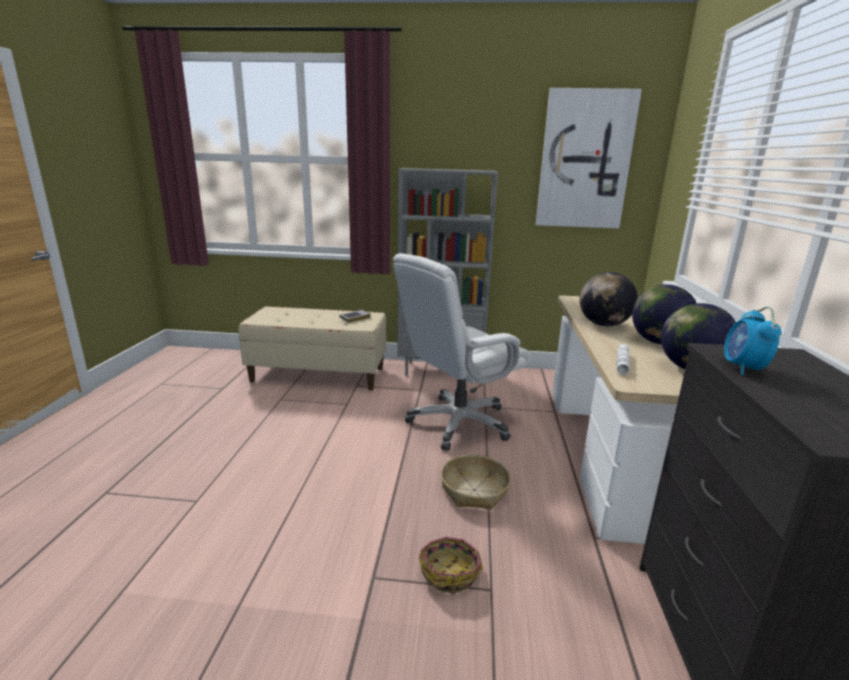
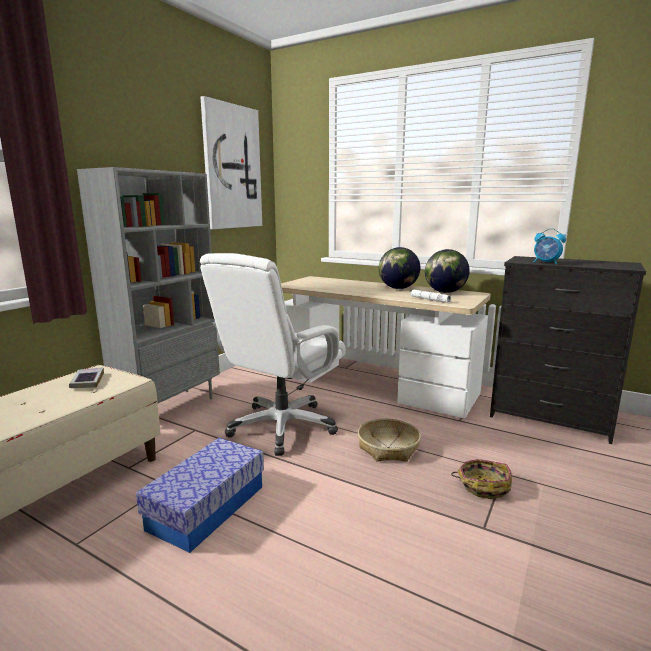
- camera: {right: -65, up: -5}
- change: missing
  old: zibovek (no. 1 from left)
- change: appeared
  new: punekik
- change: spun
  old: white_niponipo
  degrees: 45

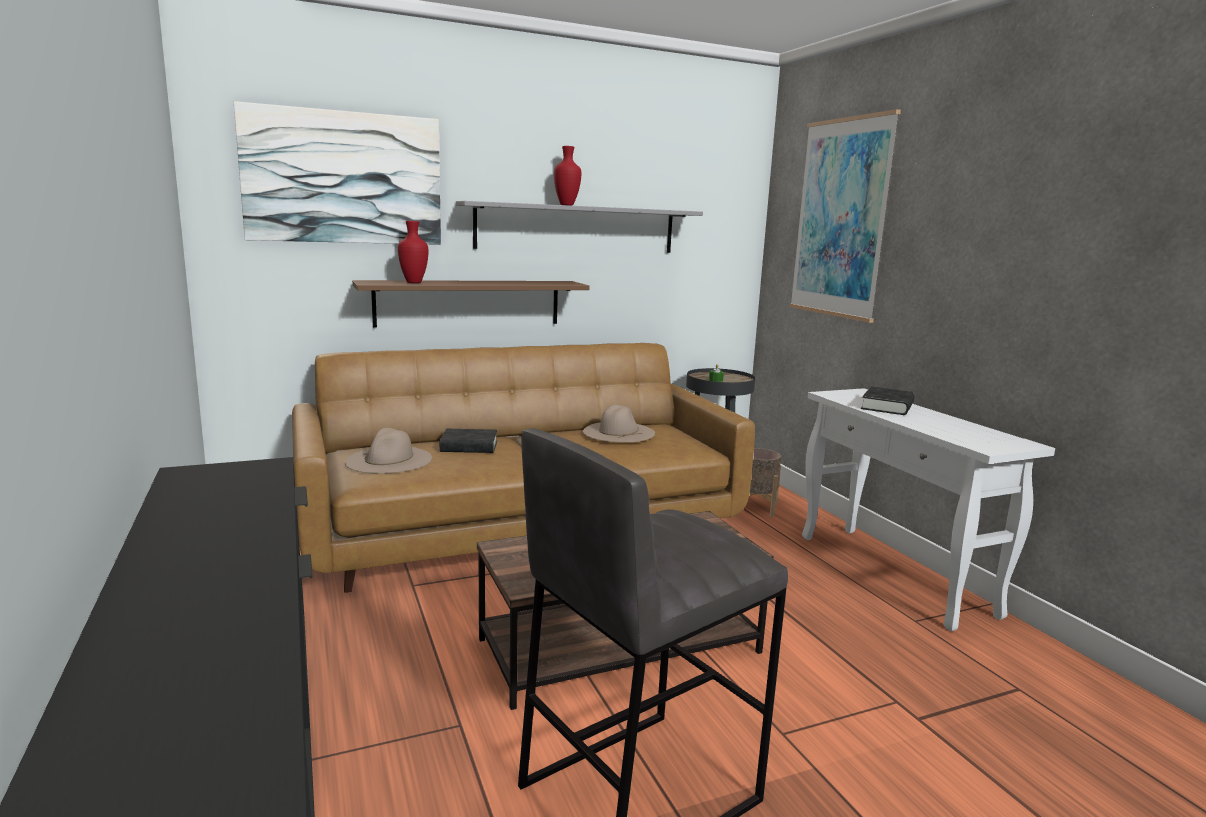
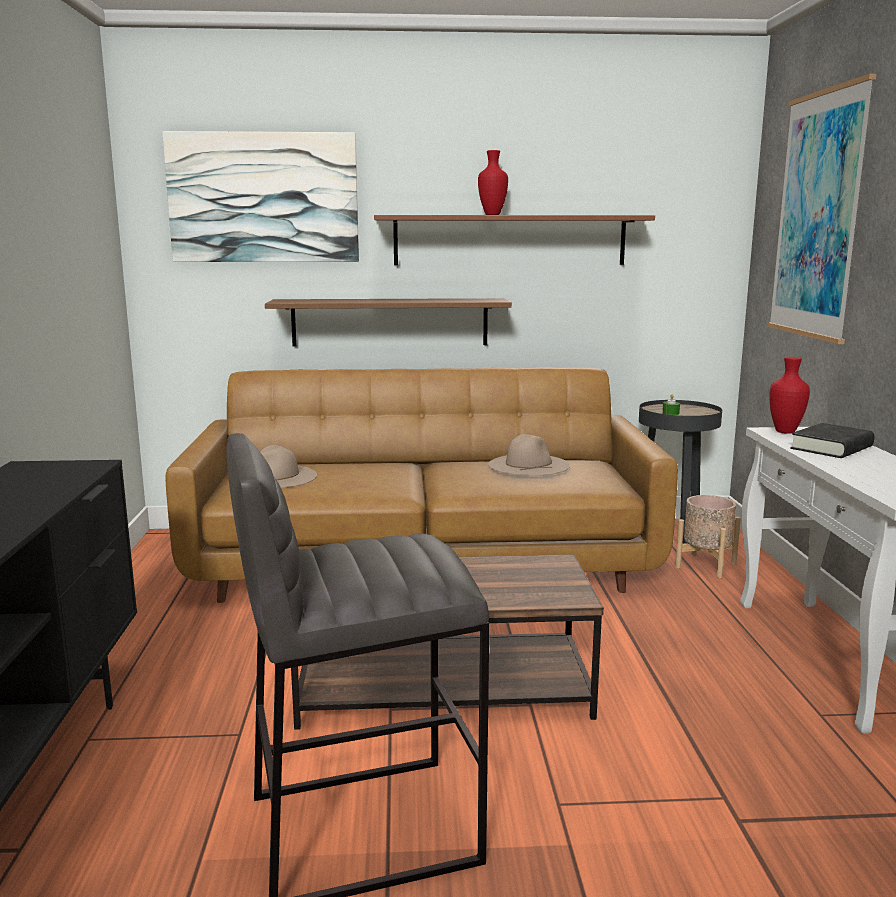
- camera: {right: 20, up: 0}
- change: missing
  old: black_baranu (no. 1 from left)
- change: relocated
  old: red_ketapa (no. 1 from left in the first image)
  new: red_ketapa (no. 2 from left)
- change: colour
  old: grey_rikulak
  new: brown_rikulak (no. 2 from left)

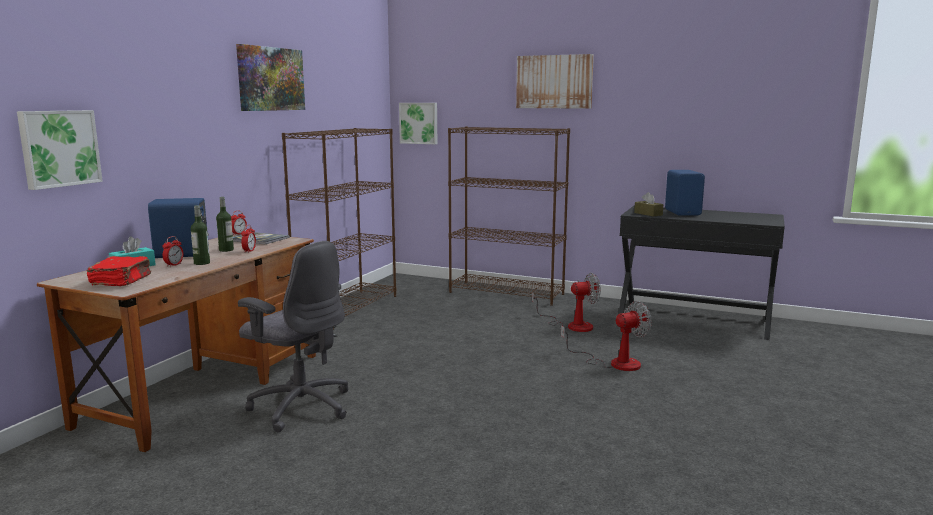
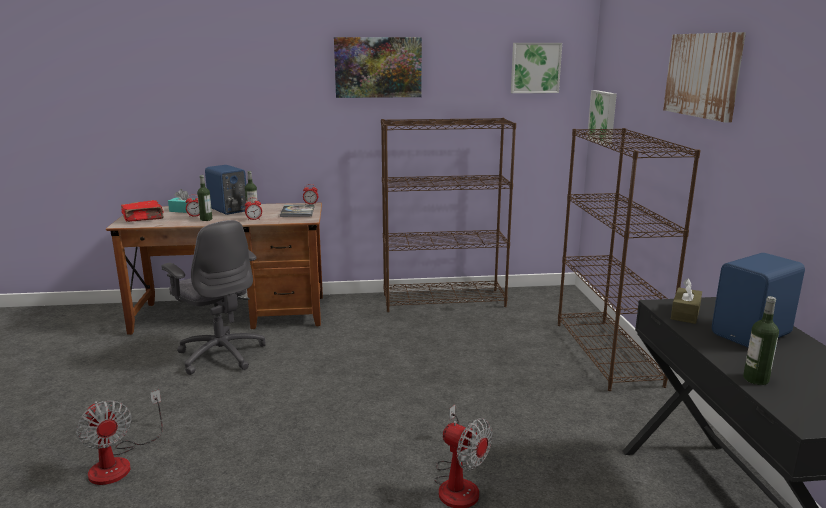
- camera: {right: 60, up: 5}
- change: appeared
  new: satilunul (no. 3 from left)
- change: relocated
  old: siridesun (no. 1 from left in the first image)
  new: siridesun (no. 2 from left)
- change: relocated
  old: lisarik (no. 1 from left)
- change: spun
  old: grey_niponipo
  degrees: -45

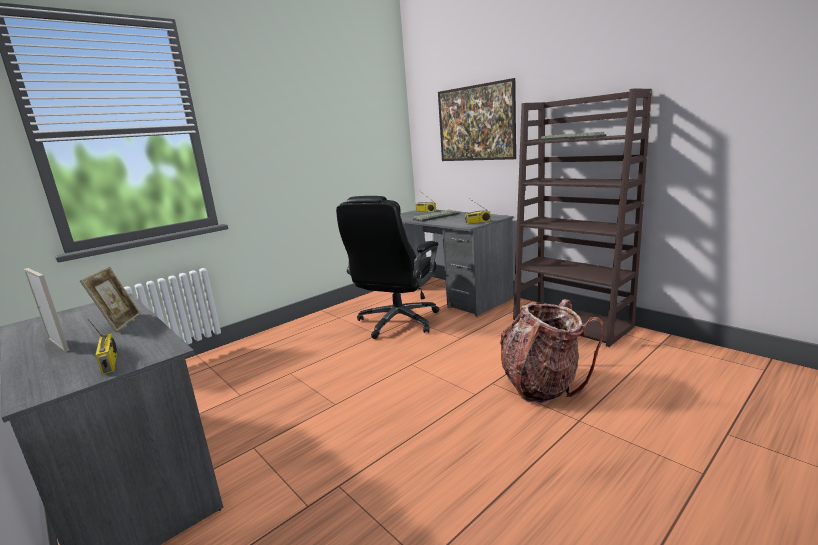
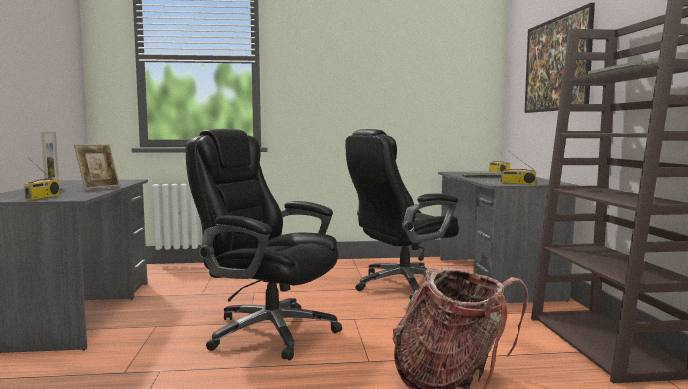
- camera: {right: 35, up: -10}
- change: appeared
  new: black_niponipo (no. 1 from left)

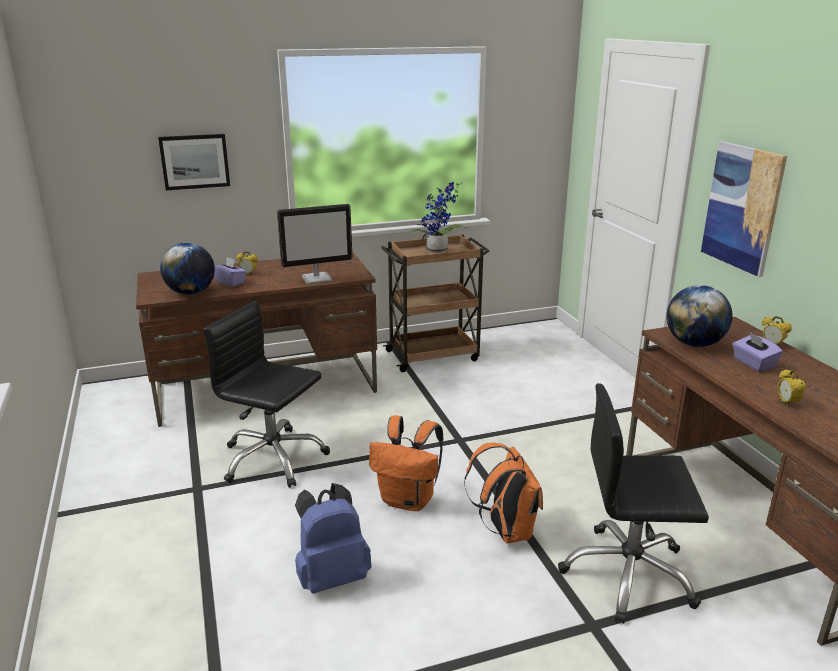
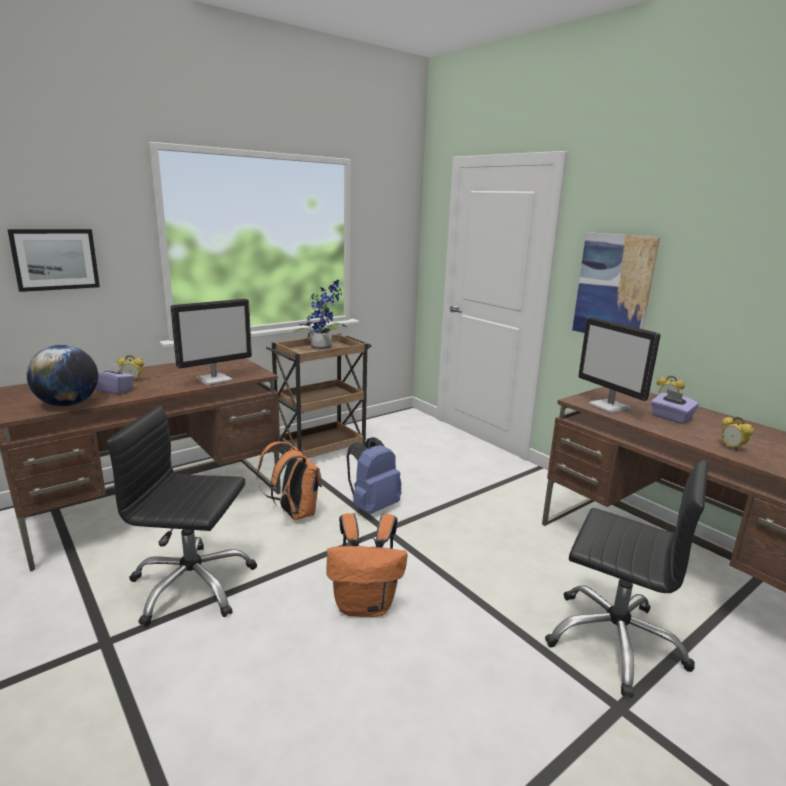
- camera: {right: -20, up: -5}
- change: relocated
  old: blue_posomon
- change: relocated
  old: orange_posomon (no. 2 from left in the first image)
  new: orange_posomon (no. 1 from left)
- change: exchanged
  old: zibovek (no. 2 from left)
  new: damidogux (no. 2 from left)
- change: spun
  old: black_niponipo (no. 2 from left)
  degrees: -135

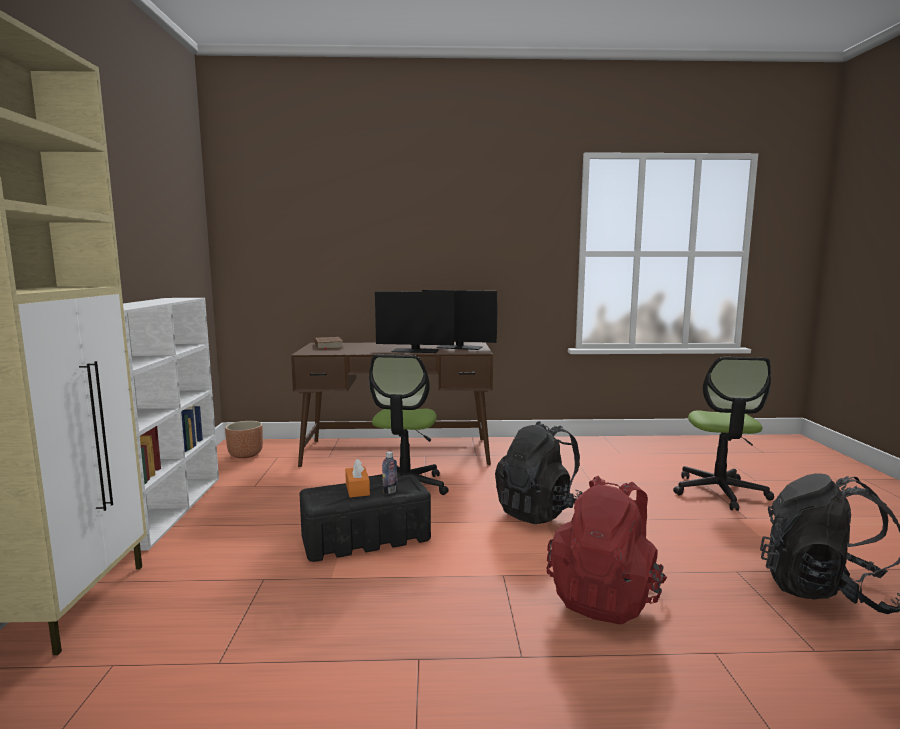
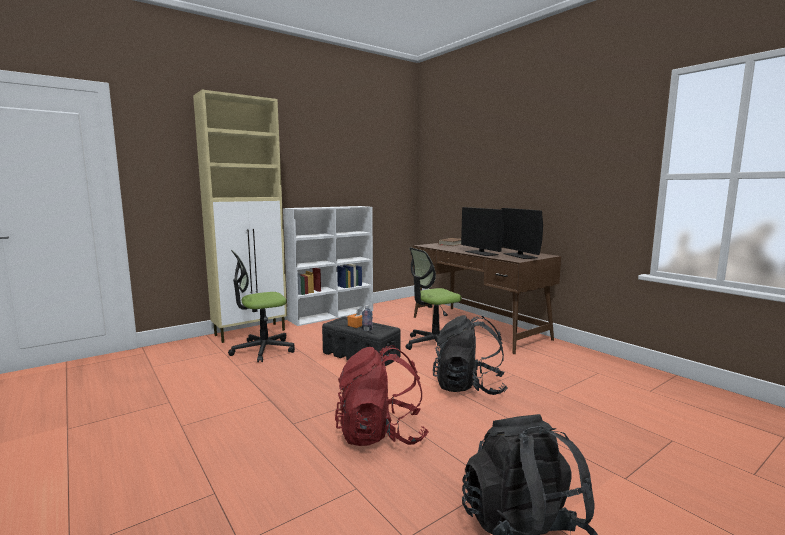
- camera: {right: 55, up: 0}
- change: missing
  old: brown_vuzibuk
- change: relocated
  old: niponipo (no. 2 from left in the first image)
  new: niponipo (no. 1 from left)

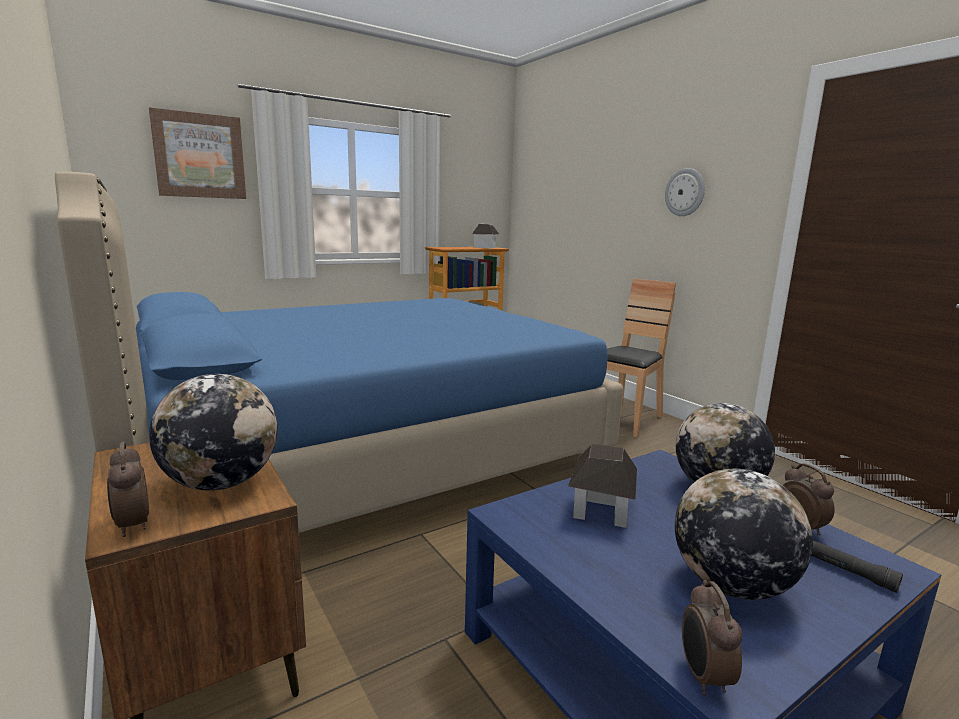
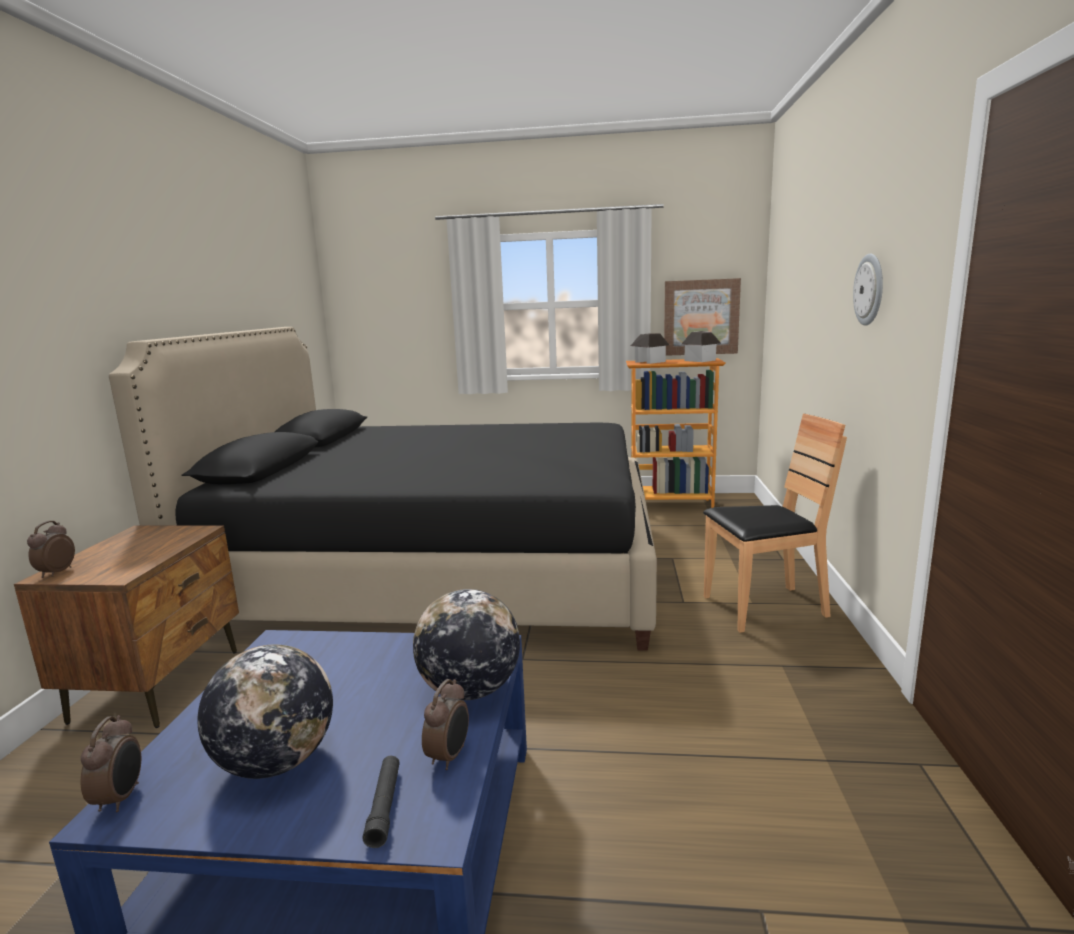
- camera: {right: 40, up: 0}
- change: missing
  old: zibovek (no. 1 from left)
- change: relocated
  old: siridesun
- change: relocated
  old: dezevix (no. 2 from left in the first image)
  new: dezevix (no. 1 from left)
- change: colour
  old: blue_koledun
  new: black_koledun
- change: spun
  old: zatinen (no. 2 from left)
  degrees: 135

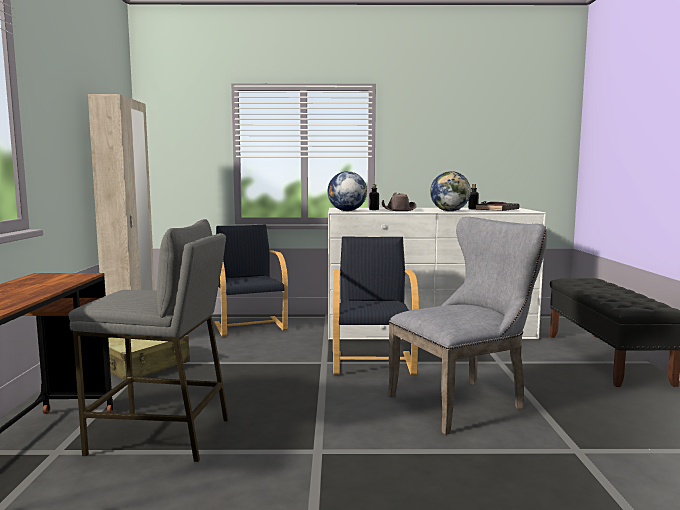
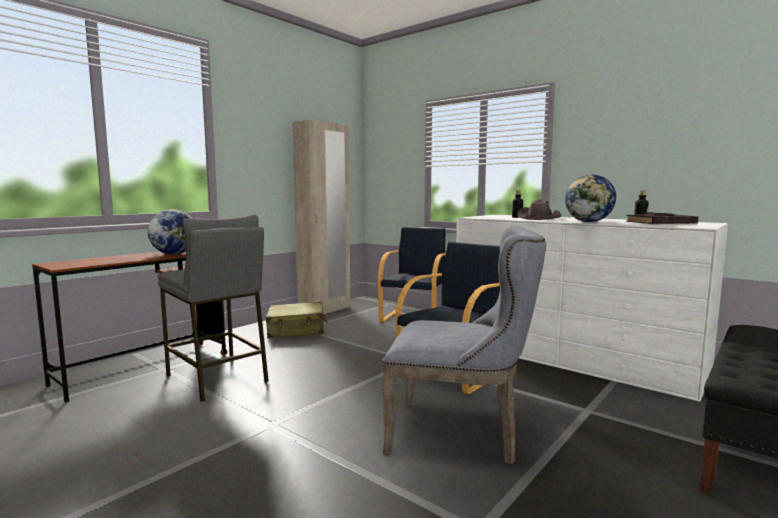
- camera: {right: 40, up: 0}
- change: relocated
  old: zibovek (no. 1 from left)

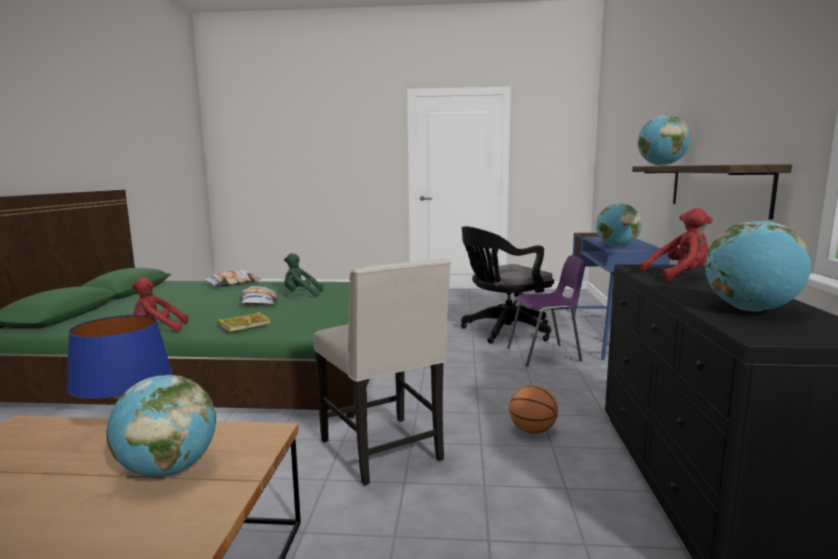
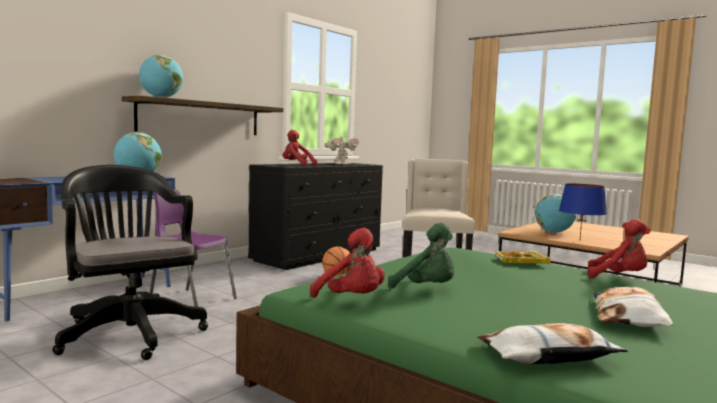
- camera: {right: -145, up: -5}
- change: appeared
  new: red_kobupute (no. 2 from left)
- change: relocated
  old: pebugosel (no. 2 from left)
- change: exchanged
  old: zibovek (no. 4 from left)
  new: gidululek
- change: spun
  old: black_niponipo
  degrees: -135

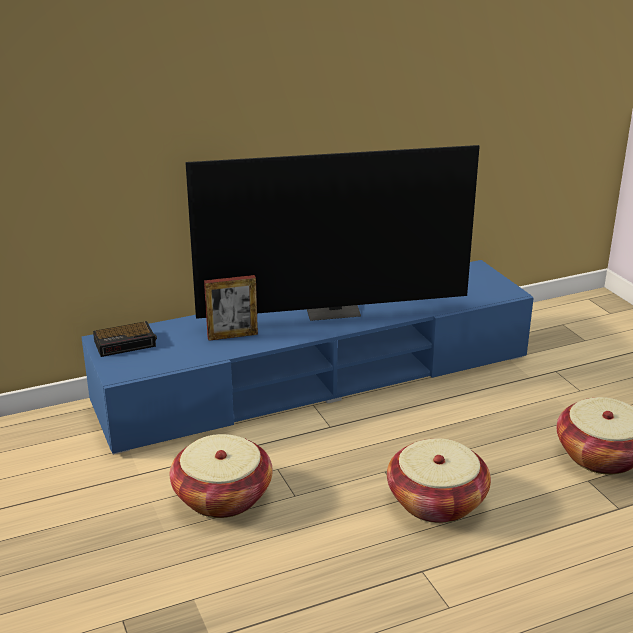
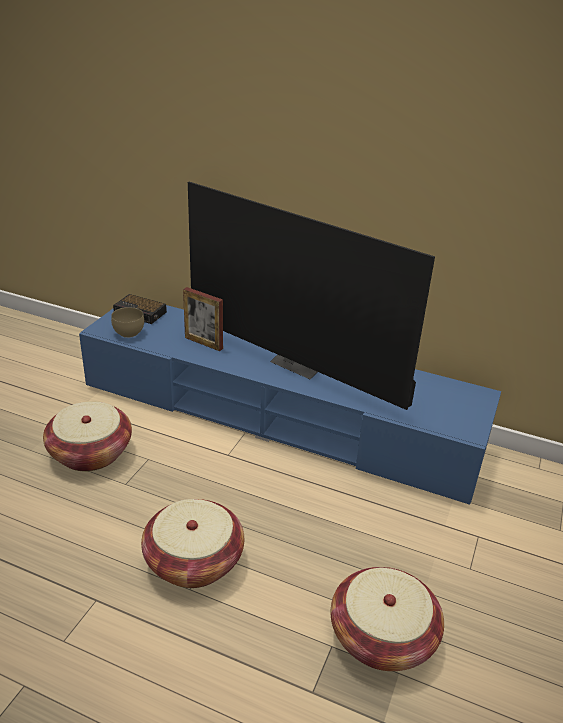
- camera: {right: 45, up: 5}
- change: appeared
  new: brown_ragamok

